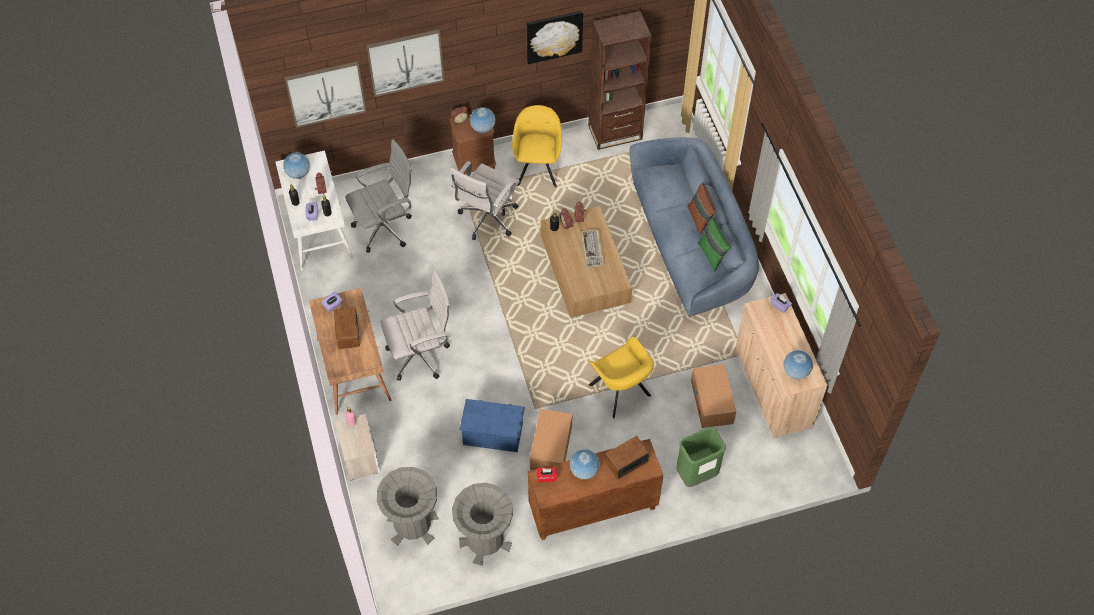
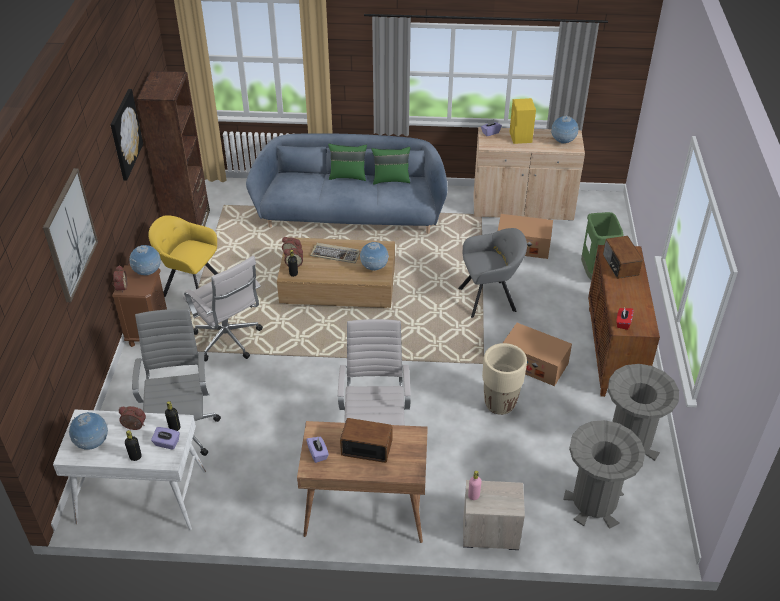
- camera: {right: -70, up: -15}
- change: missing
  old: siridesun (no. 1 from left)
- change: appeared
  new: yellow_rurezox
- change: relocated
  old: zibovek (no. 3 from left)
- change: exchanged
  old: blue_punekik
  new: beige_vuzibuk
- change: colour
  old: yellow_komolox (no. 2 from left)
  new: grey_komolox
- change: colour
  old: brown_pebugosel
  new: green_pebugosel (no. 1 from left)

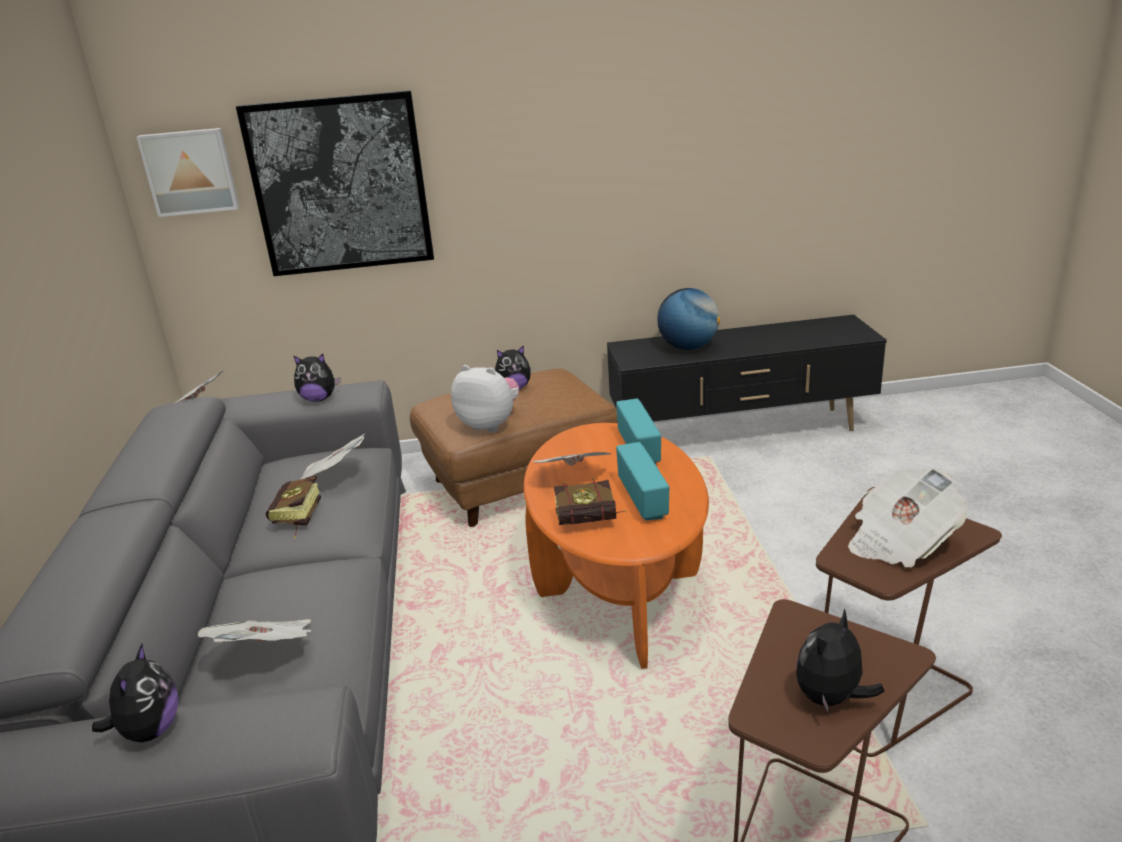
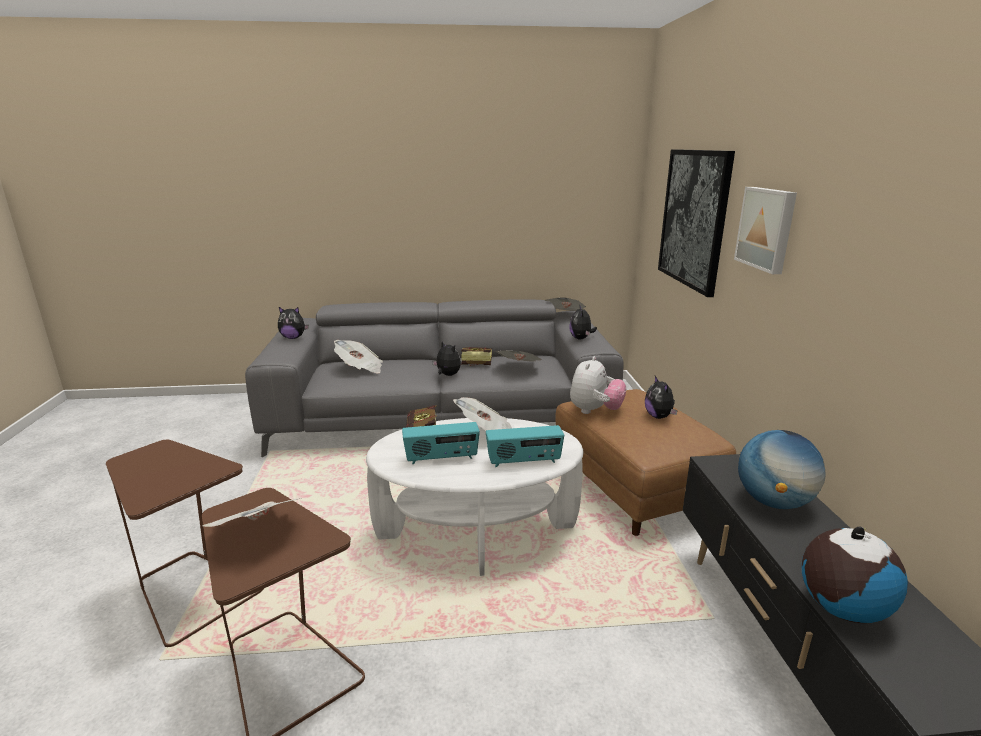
- camera: {right: 90, up: -5}
- change: appeared
  new: zibovek (no. 2 from left)
- change: relocated
  old: siridesun (no. 1 from left in the first image)
  new: siridesun (no. 2 from left)
- change: relocated
  old: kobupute (no. 5 from left in the first image)
  new: kobupute (no. 2 from left)
- change: colour
  old: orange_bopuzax
  new: white_bopuzax

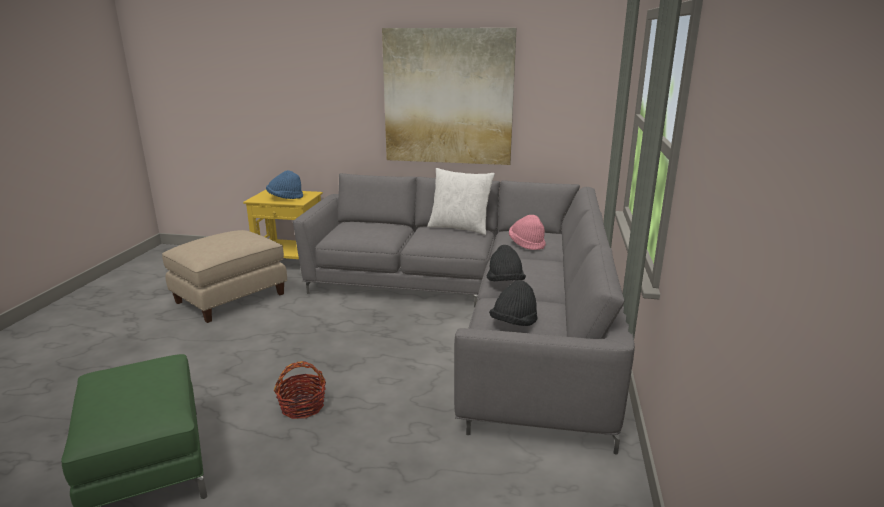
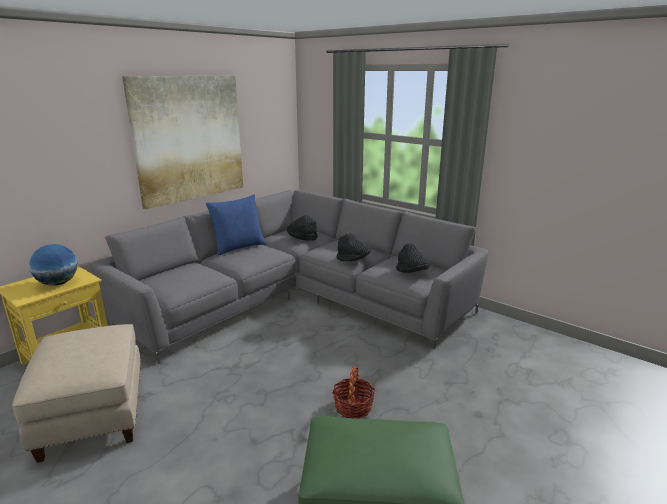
- camera: {right: -60, up: 0}
- change: exchanged
  old: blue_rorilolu
  new: zibovek
- change: colour
  old: white_pebugosel
  new: blue_pebugosel
- change: colour
  old: pink_rorilolu
  new: black_rorilolu (no. 1 from left)

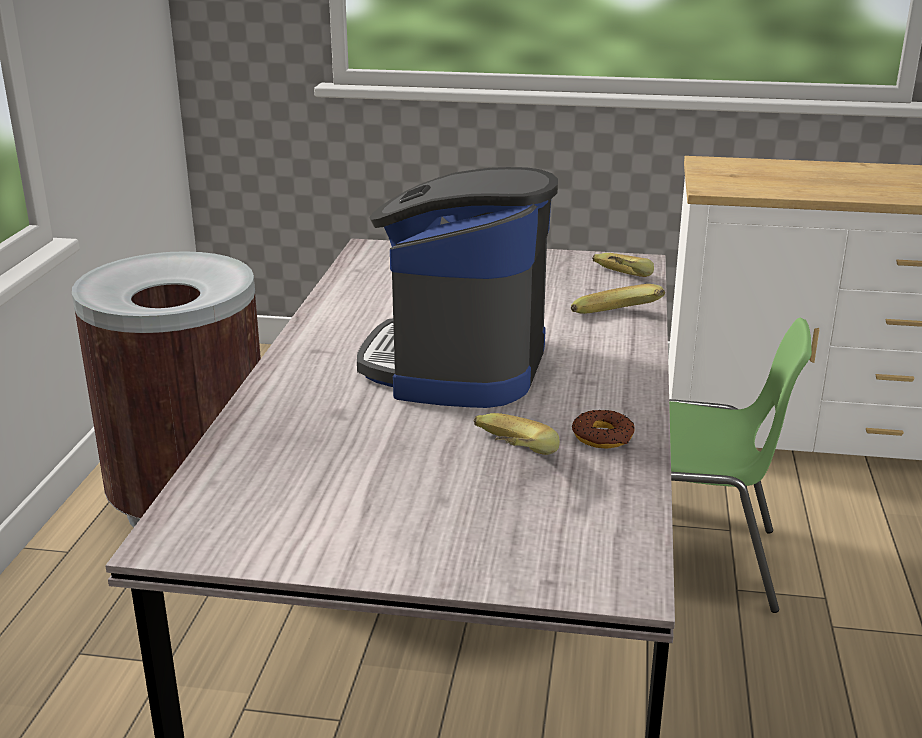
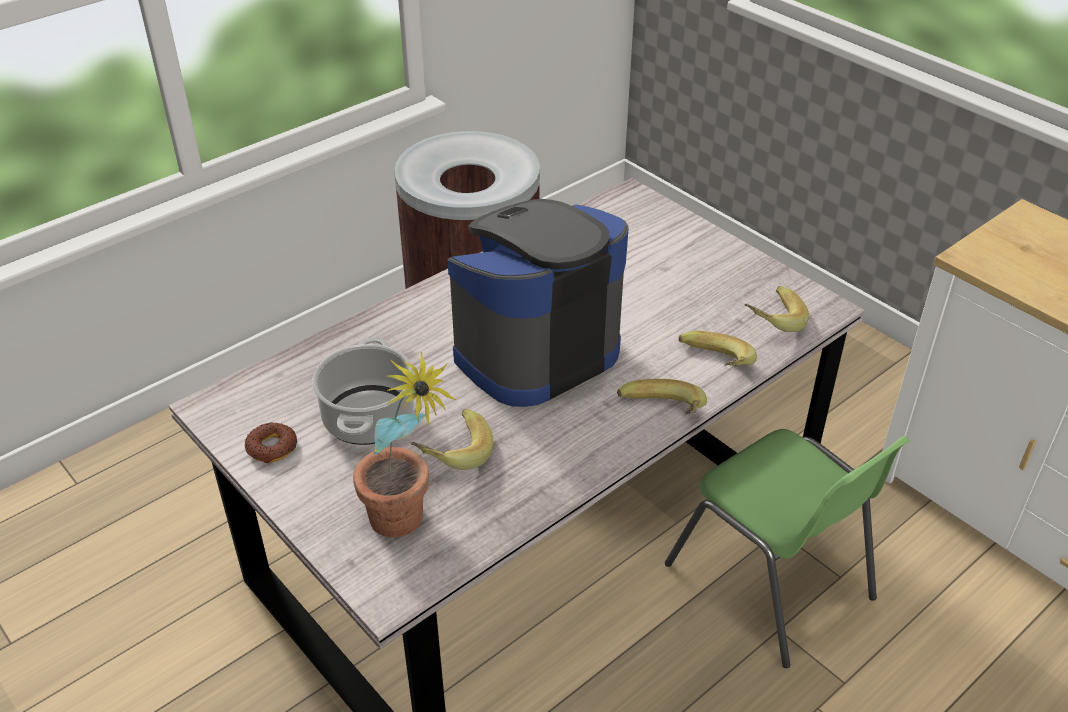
- camera: {right: 40, up: 15}
- change: appeared
  new: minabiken
- change: appeared
  new: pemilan
- change: appeared
  new: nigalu (no. 2 from left)
- change: relocated
  old: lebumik

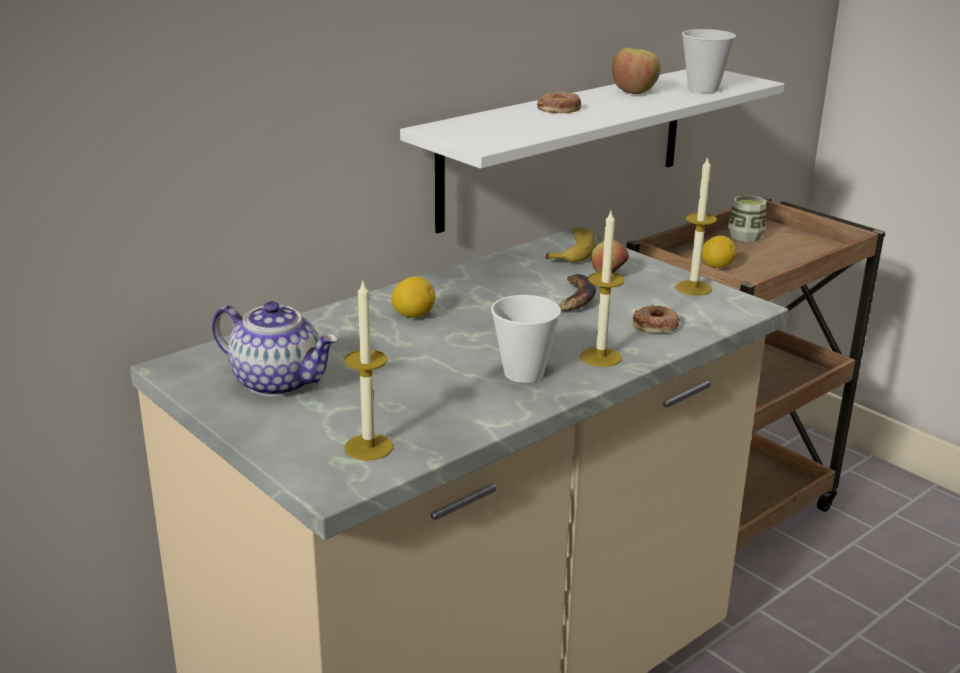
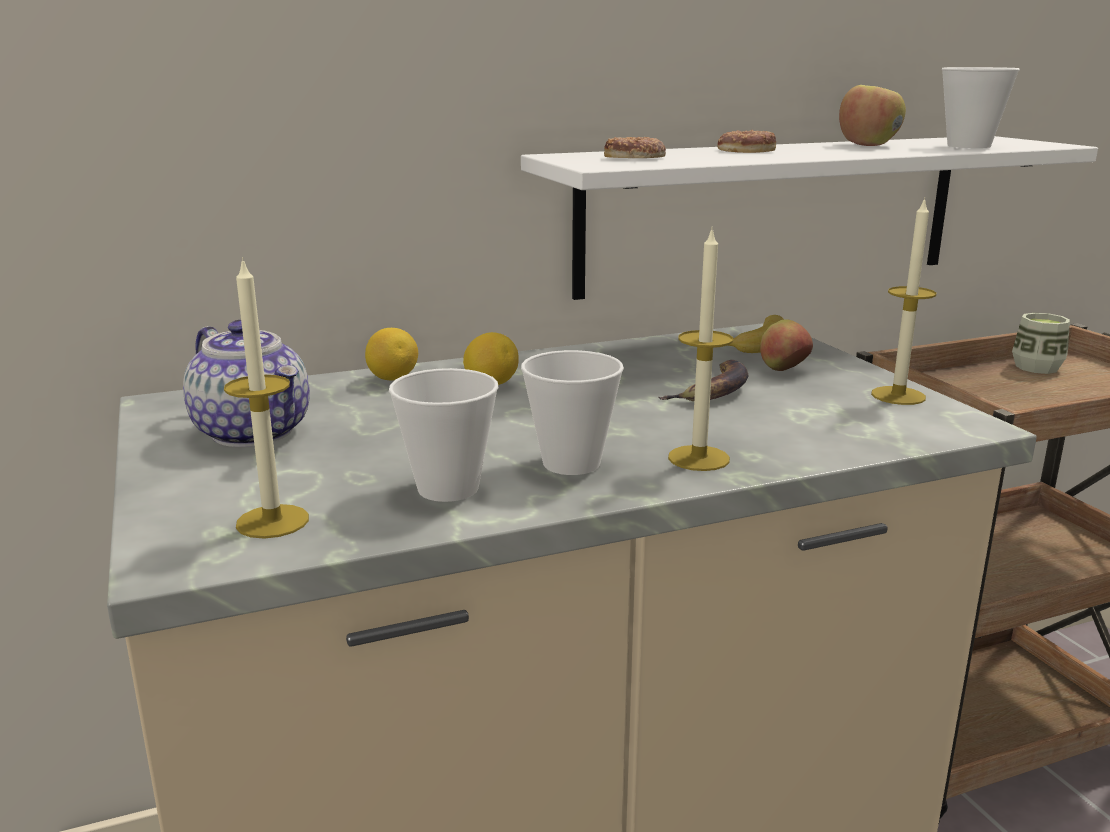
- camera: {right: 20, up: -5}
- change: appeared
  new: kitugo (no. 1 from left)
- change: relocated
  old: lebumik (no. 2 from left in the first image)
  new: lebumik (no. 1 from left)
- change: relocated
  old: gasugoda (no. 2 from left in the first image)
  new: gasugoda (no. 1 from left)

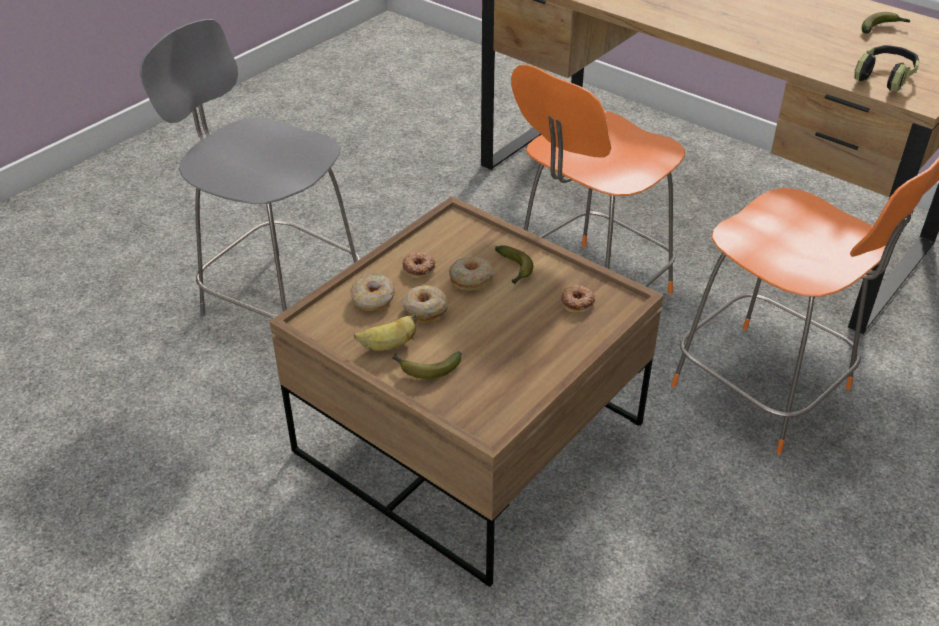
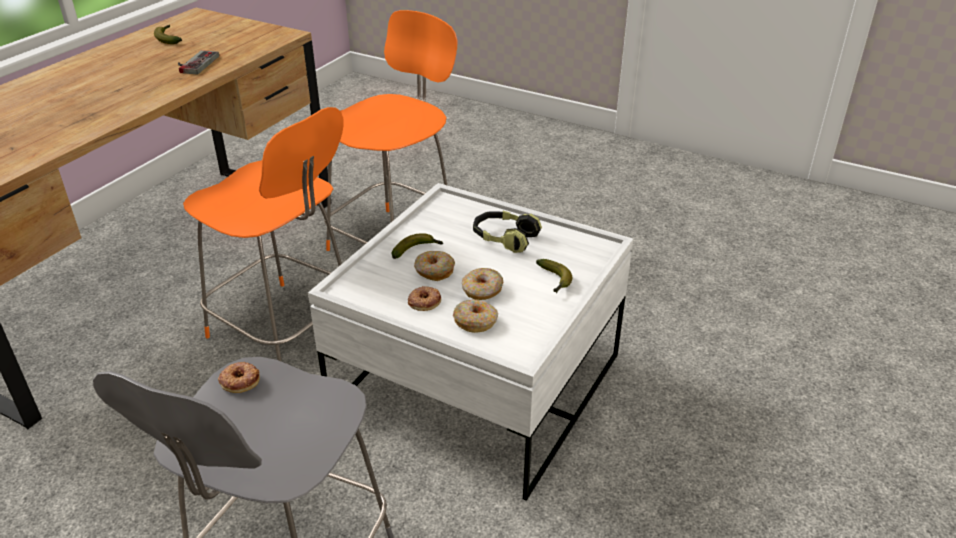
- camera: {right: -100, up: -5}
- change: missing
  old: nigalu (no. 1 from left)
- change: appeared
  new: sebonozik
- change: relocated
  old: lebumik (no. 5 from left in the first image)
  new: lebumik (no. 1 from left)
- change: relocated
  old: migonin
- change: colour
  old: brown_bopuzax
  new: white_bopuzax

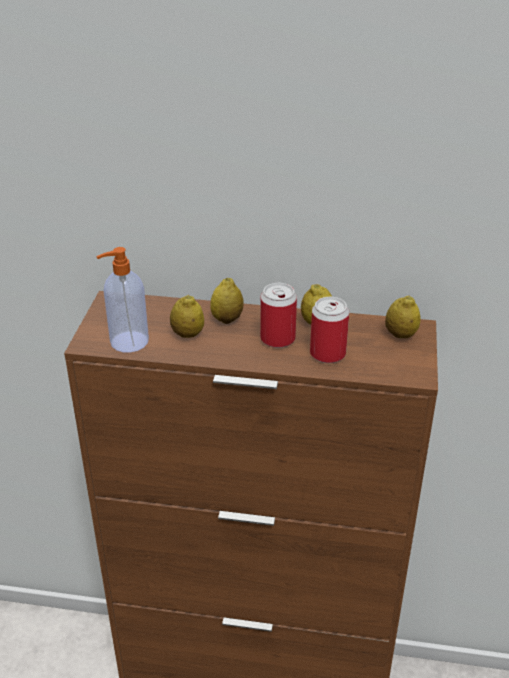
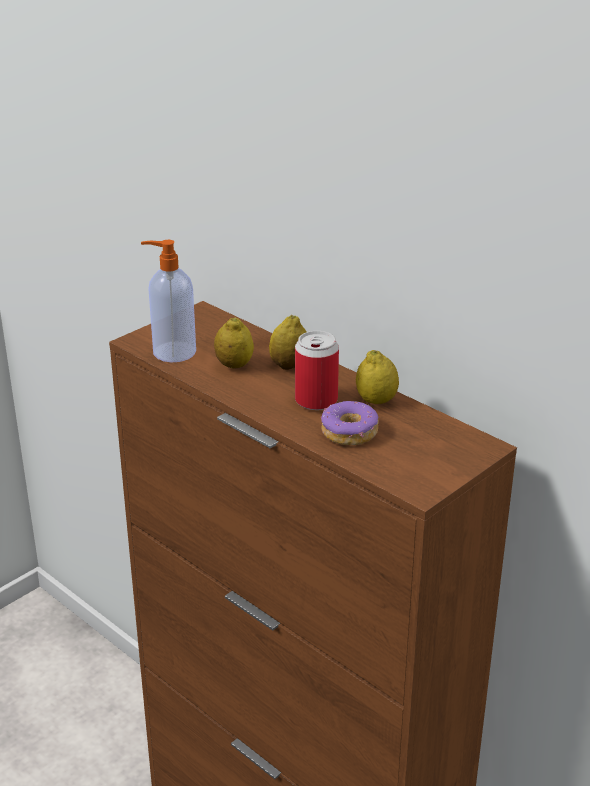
- camera: {right: 35, up: -5}
- change: missing
  old: gasugoda (no. 4 from left)
- change: exchanged
  old: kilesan (no. 2 from left)
  new: lebumik

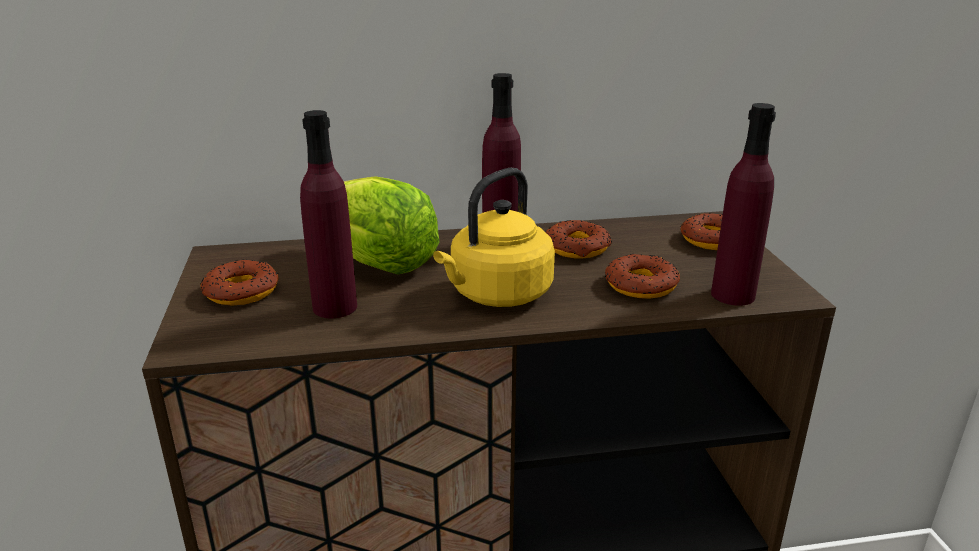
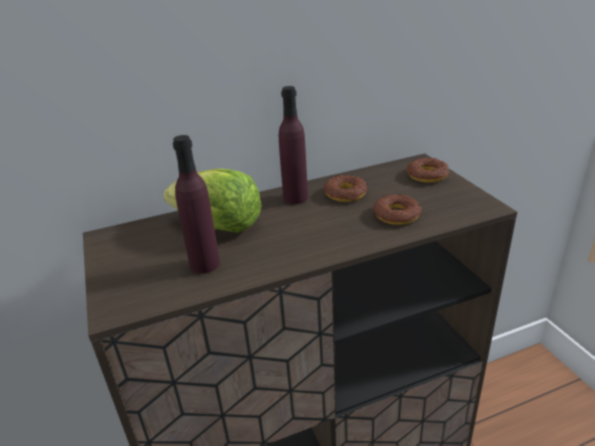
- camera: {right: -10, up: 5}
- change: missing
  old: lebumik (no. 1 from left)
- change: missing
  old: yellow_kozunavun
- change: missing
  old: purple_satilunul (no. 3 from left)

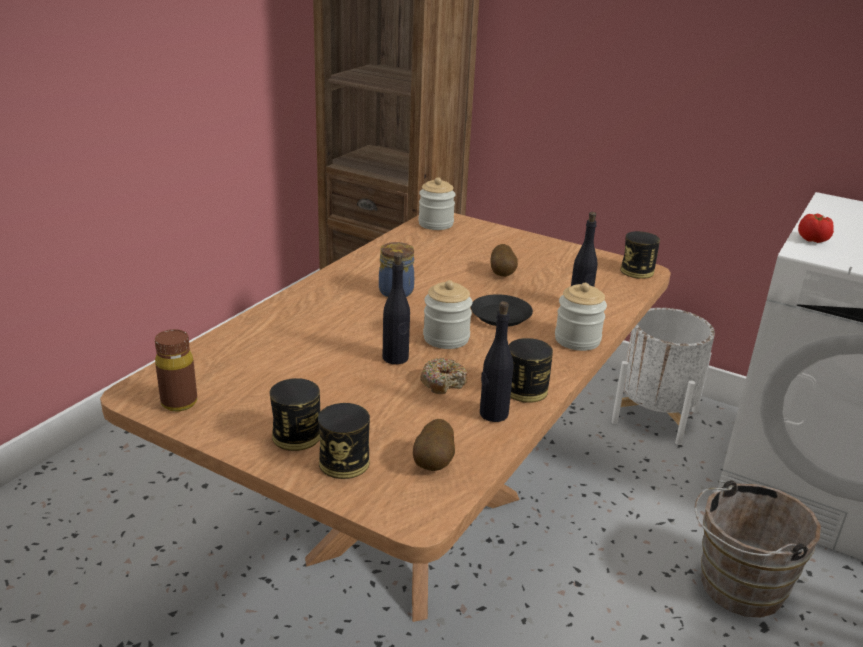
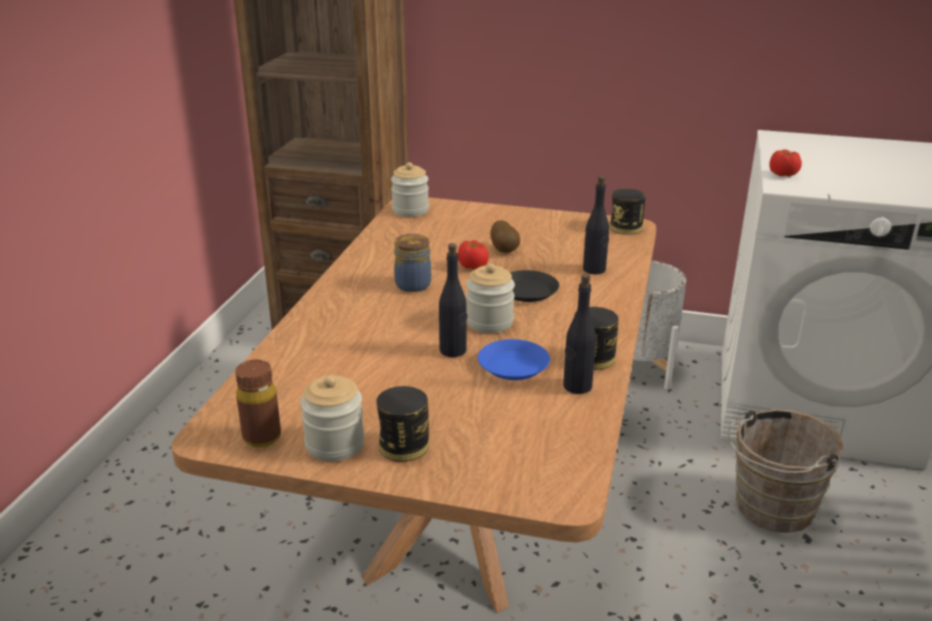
- camera: {right: -15, up: 0}
- change: missing
  old: kilesan (no. 2 from left)
- change: missing
  old: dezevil (no. 1 from left)
- change: appeared
  new: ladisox (no. 1 from left)
- change: relocated
  old: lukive (no. 4 from left in the first image)
  new: lukive (no. 1 from left)
- change: exchanged
  old: lebumik
  new: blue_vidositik

